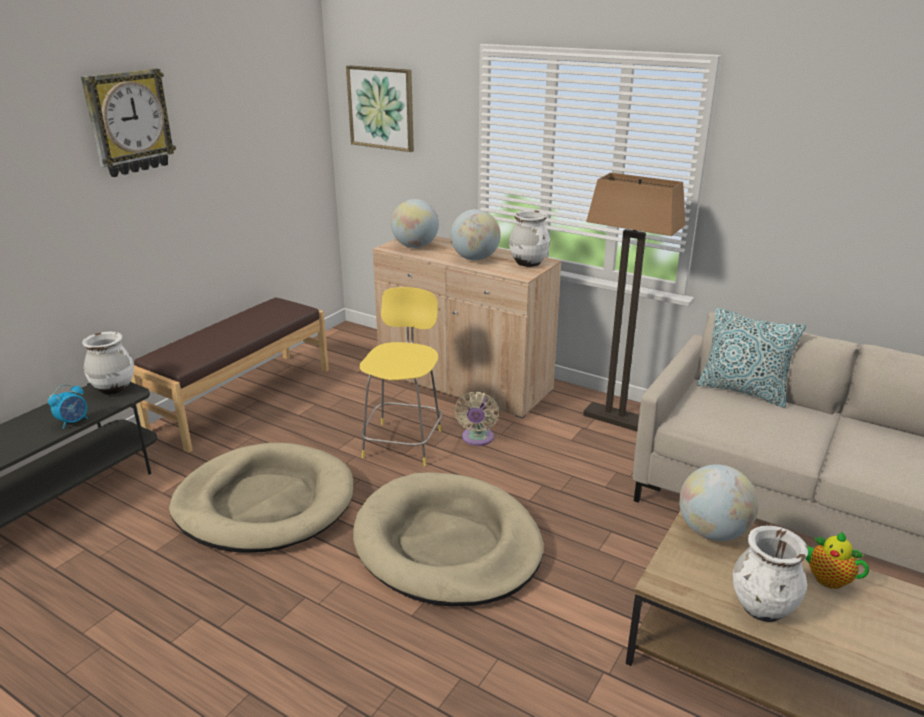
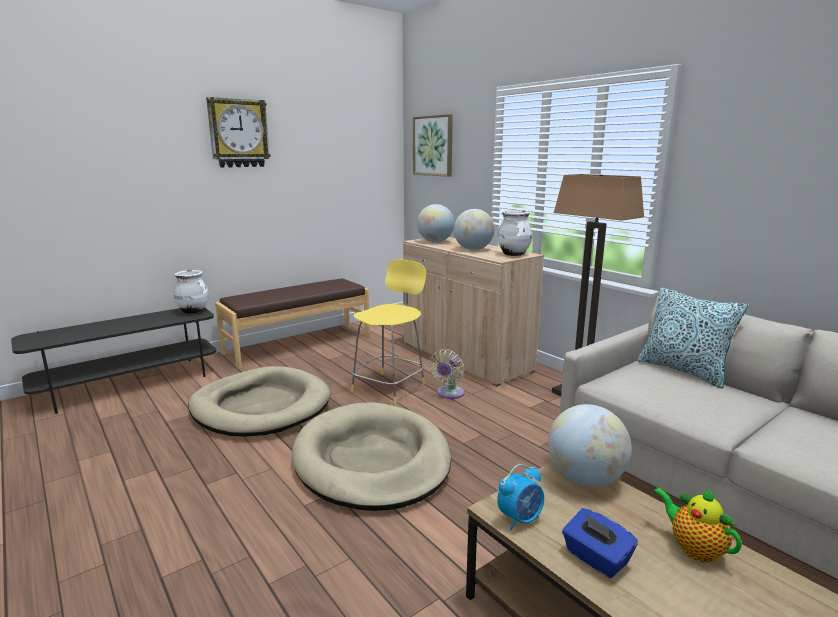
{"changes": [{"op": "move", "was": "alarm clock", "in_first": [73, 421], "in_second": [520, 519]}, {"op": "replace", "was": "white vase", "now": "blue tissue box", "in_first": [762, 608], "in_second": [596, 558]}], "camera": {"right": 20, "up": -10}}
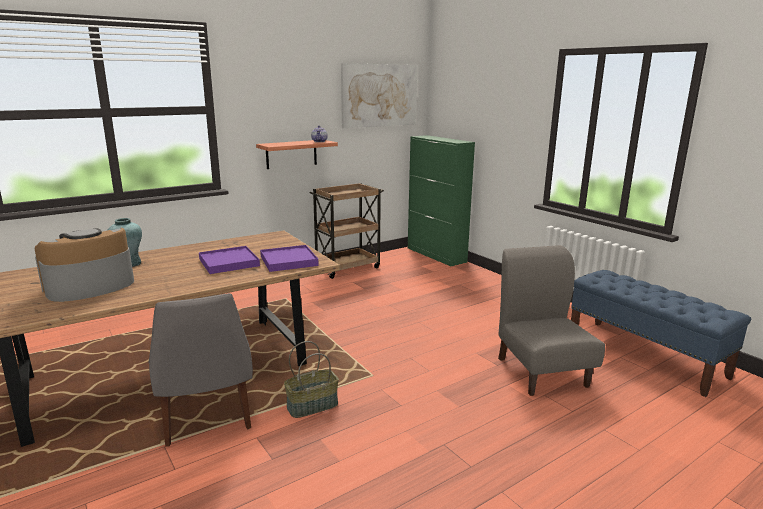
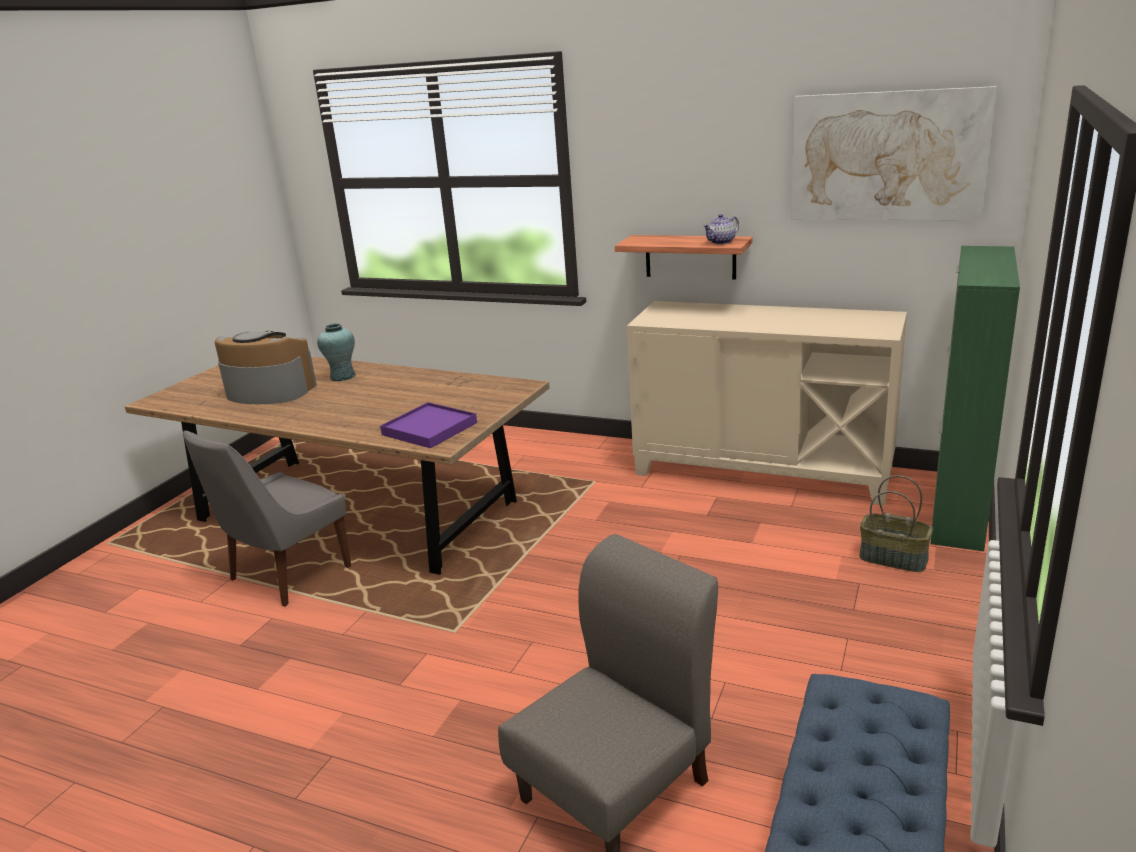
{"changes": [{"op": "delete", "was": "purple tray", "in_first": [228, 262]}, {"op": "move", "was": "basket", "in_first": [312, 405], "in_second": [894, 558]}, {"op": "replace", "was": "brown cart", "now": "beige cabinet", "in_first": [347, 267], "in_second": [762, 470]}], "camera": {"right": 60, "up": 5}}
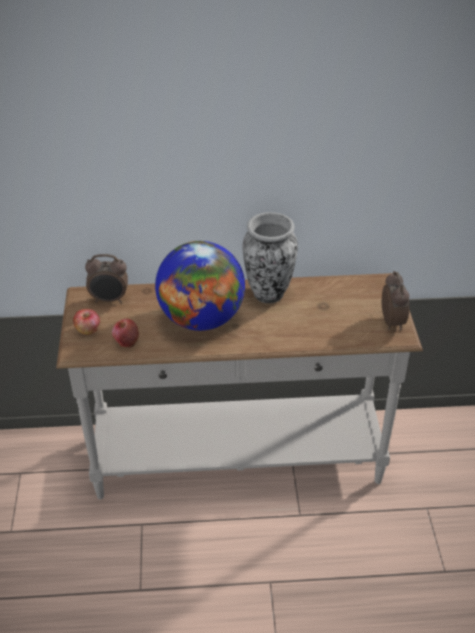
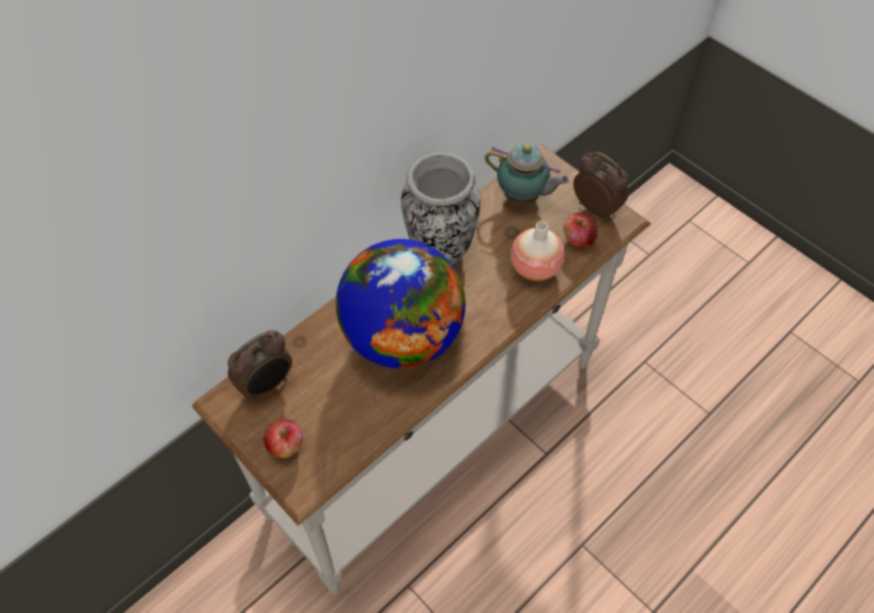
{"changes": [{"op": "insert", "now": "teapot", "in_second": [523, 198]}, {"op": "insert", "now": "vase", "in_second": [535, 268]}, {"op": "move", "was": "apple", "in_first": [126, 341], "in_second": [578, 239]}], "camera": {"right": -40, "up": 15}}
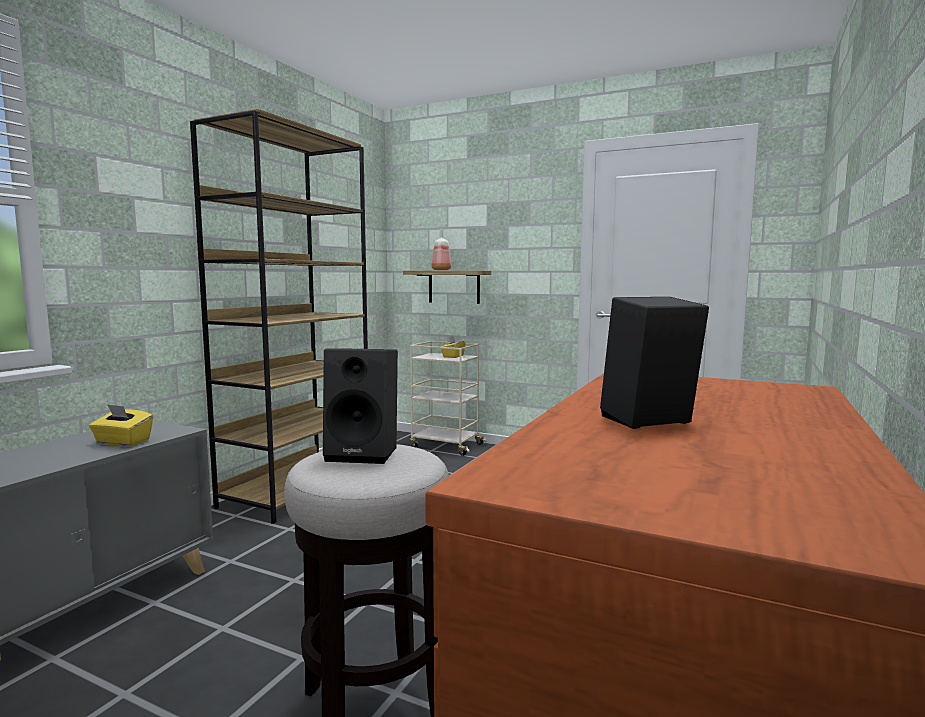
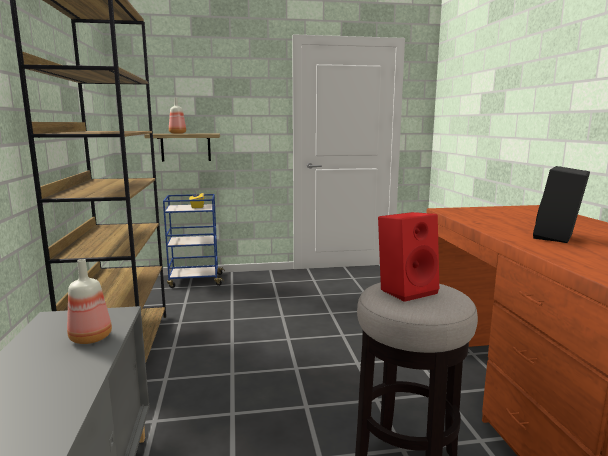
{"changes": [{"op": "replace", "was": "yellow tissue box", "now": "bottle", "in_first": [122, 442], "in_second": [92, 337]}, {"op": "recolor", "was": "black speaker", "now": "red speaker", "in_first": [365, 453], "in_second": [406, 290]}, {"op": "recolor", "was": "beige cart", "now": "blue cart", "in_first": [445, 446], "in_second": [195, 281]}], "camera": {"right": -35, "up": 5}}
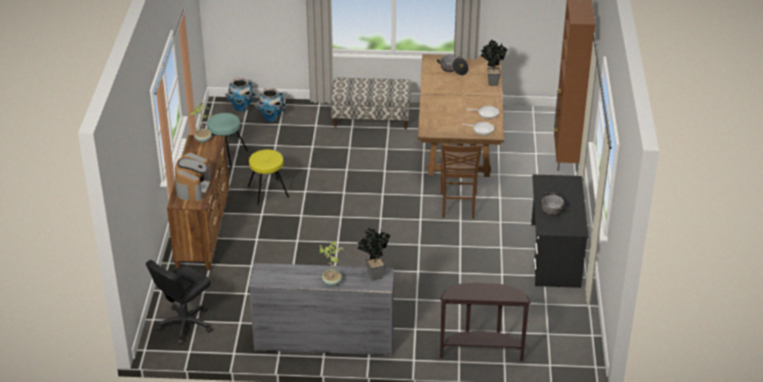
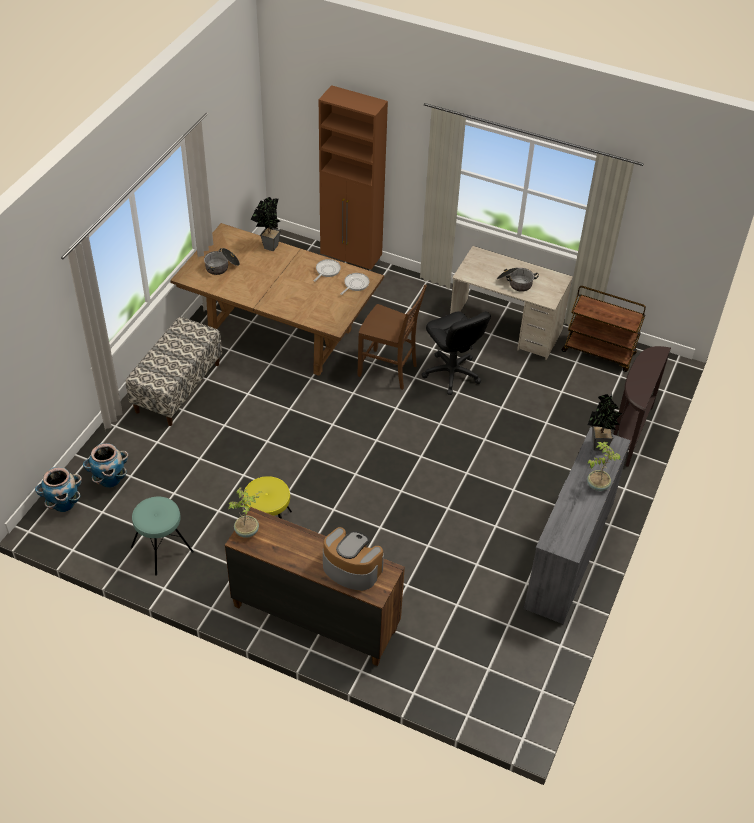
{"changes": [{"op": "insert", "now": "brown cart", "in_second": [599, 353]}, {"op": "move", "was": "black office chair", "in_first": [185, 324], "in_second": [451, 373]}, {"op": "recolor", "was": "black desk", "now": "beige desk", "in_first": [555, 255], "in_second": [505, 329]}], "camera": {"right": -70, "up": 10}}
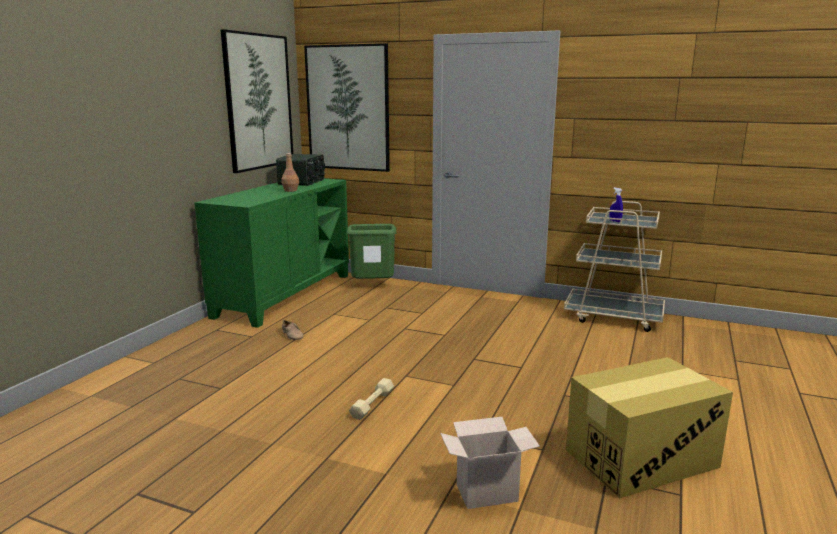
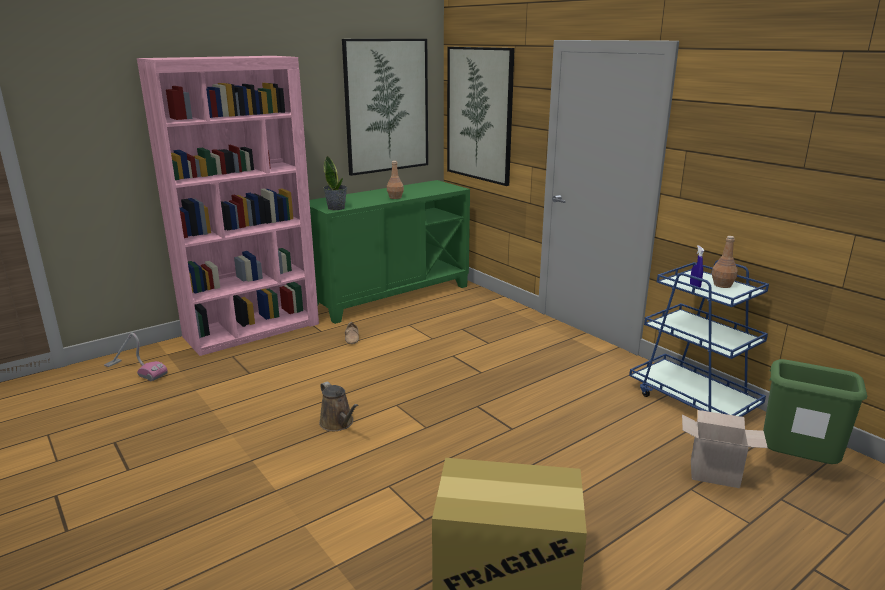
{"changes": [{"op": "delete", "was": "radio", "in_first": [302, 182]}, {"op": "insert", "now": "vacuum cleaner", "in_second": [135, 370]}, {"op": "insert", "now": "pink bookcase", "in_second": [252, 330]}, {"op": "insert", "now": "potted plant", "in_second": [336, 208]}, {"op": "insert", "now": "brown bottle", "in_second": [722, 285]}, {"op": "move", "was": "green trash can", "in_first": [373, 286], "in_second": [797, 464]}, {"op": "move", "was": "cardboard box", "in_first": [488, 492], "in_second": [716, 473]}, {"op": "replace", "was": "beige dumbbell", "now": "brown watering can", "in_first": [372, 404], "in_second": [338, 423]}, {"op": "recolor", "was": "beige cart", "now": "blue cart", "in_first": [614, 317], "in_second": [692, 400]}], "camera": {"right": 30, "up": 5}}
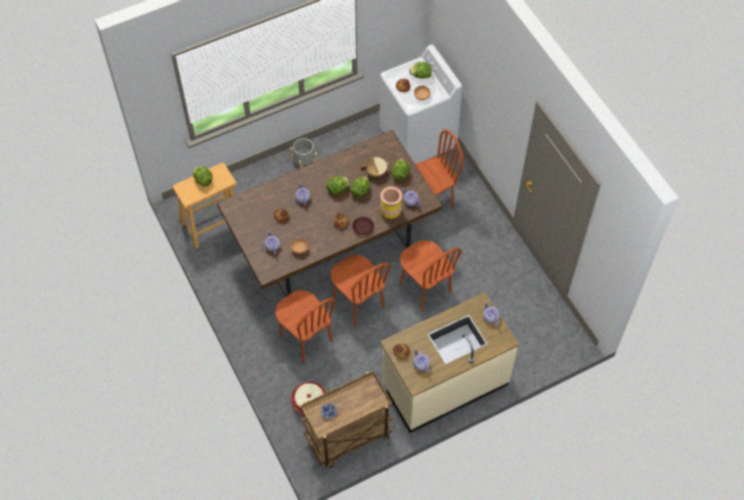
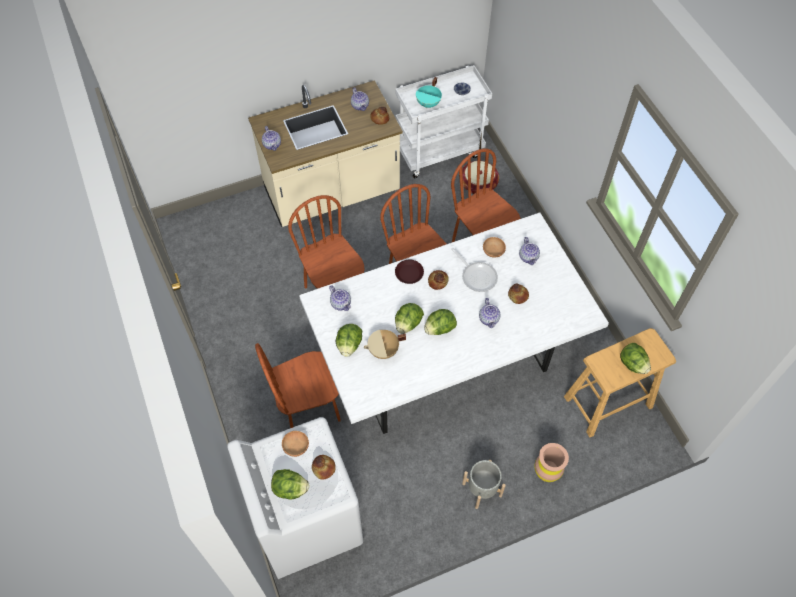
{"changes": [{"op": "insert", "now": "turquoise cooking pot", "in_second": [428, 104]}, {"op": "insert", "now": "frying pan", "in_second": [477, 276]}, {"op": "move", "was": "brown vase", "in_first": [390, 212], "in_second": [547, 471]}, {"op": "recolor", "was": "brown dining table", "now": "white dining table", "in_first": [331, 246], "in_second": [447, 358]}, {"op": "recolor", "was": "brown cart", "now": "white cart", "in_first": [347, 438], "in_second": [439, 151]}], "camera": {"right": -175, "up": 0}}
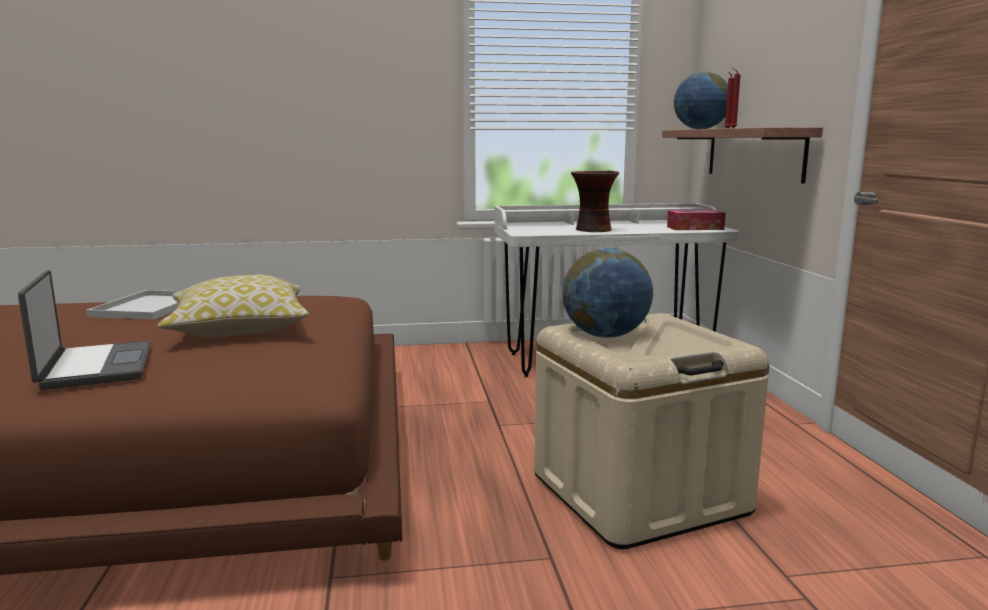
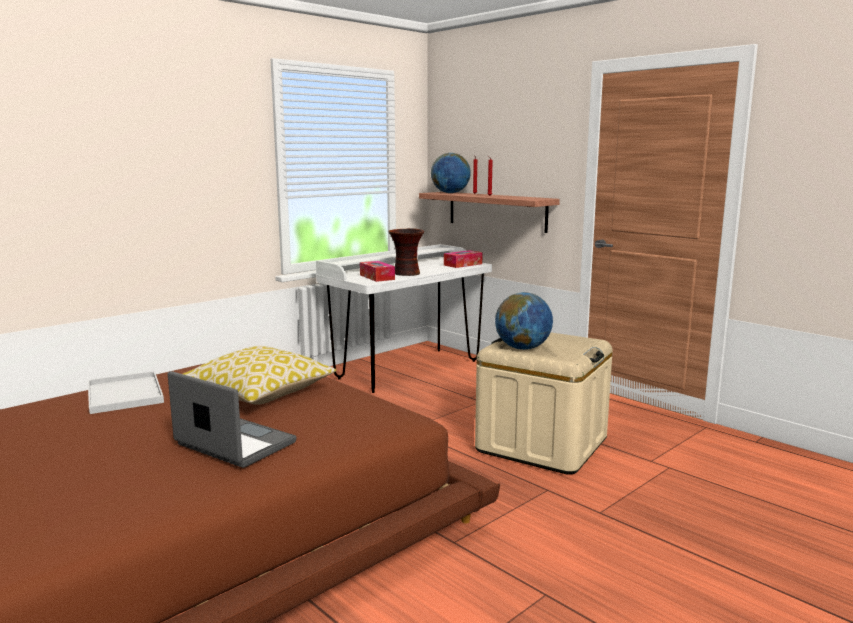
{"changes": [{"op": "insert", "now": "tissue box", "in_second": [377, 277]}], "camera": {"right": -35, "up": 0}}
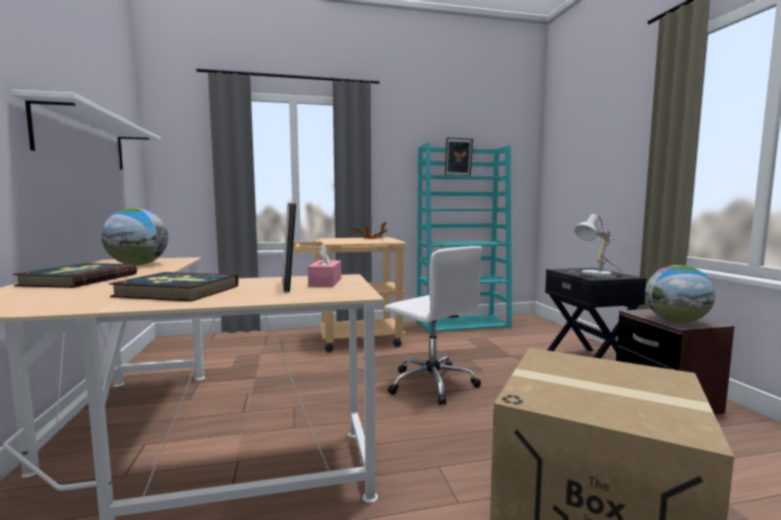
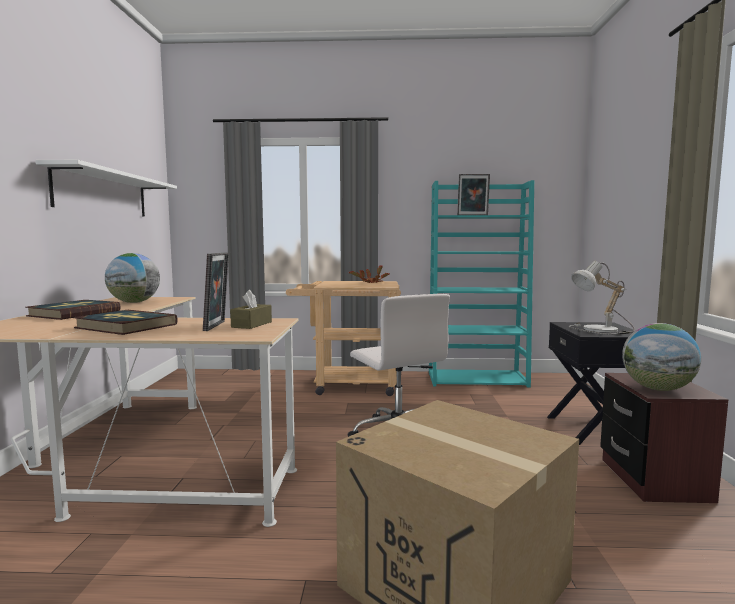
{"changes": [{"op": "recolor", "was": "pink tissue box", "now": "brown tissue box", "in_first": [325, 282], "in_second": [252, 324]}], "camera": {"right": 15, "up": 0}}
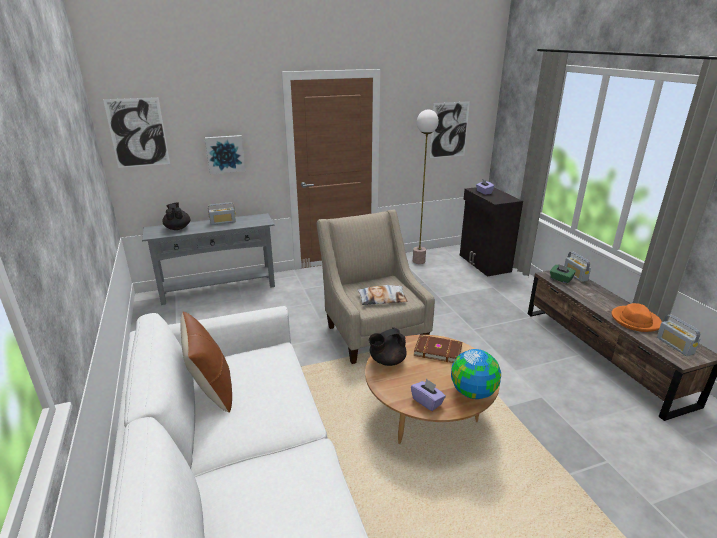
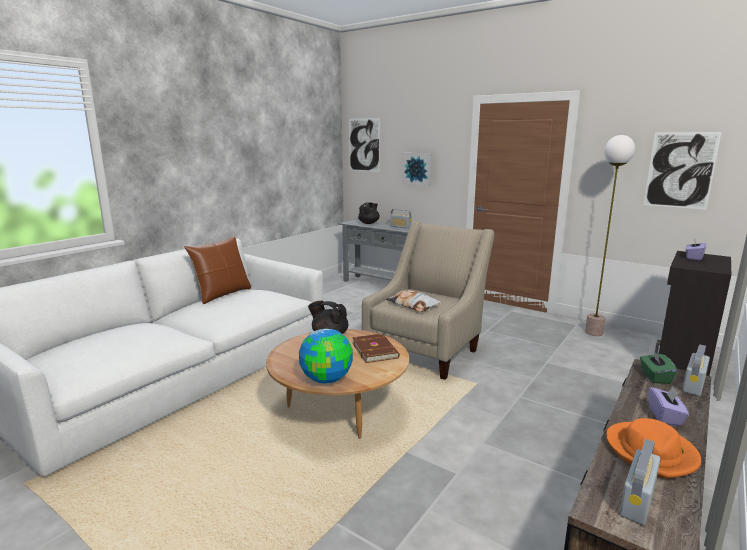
{"changes": [{"op": "move", "was": "purple tissue box", "in_first": [427, 402], "in_second": [665, 416]}], "camera": {"right": 55, "up": -10}}
